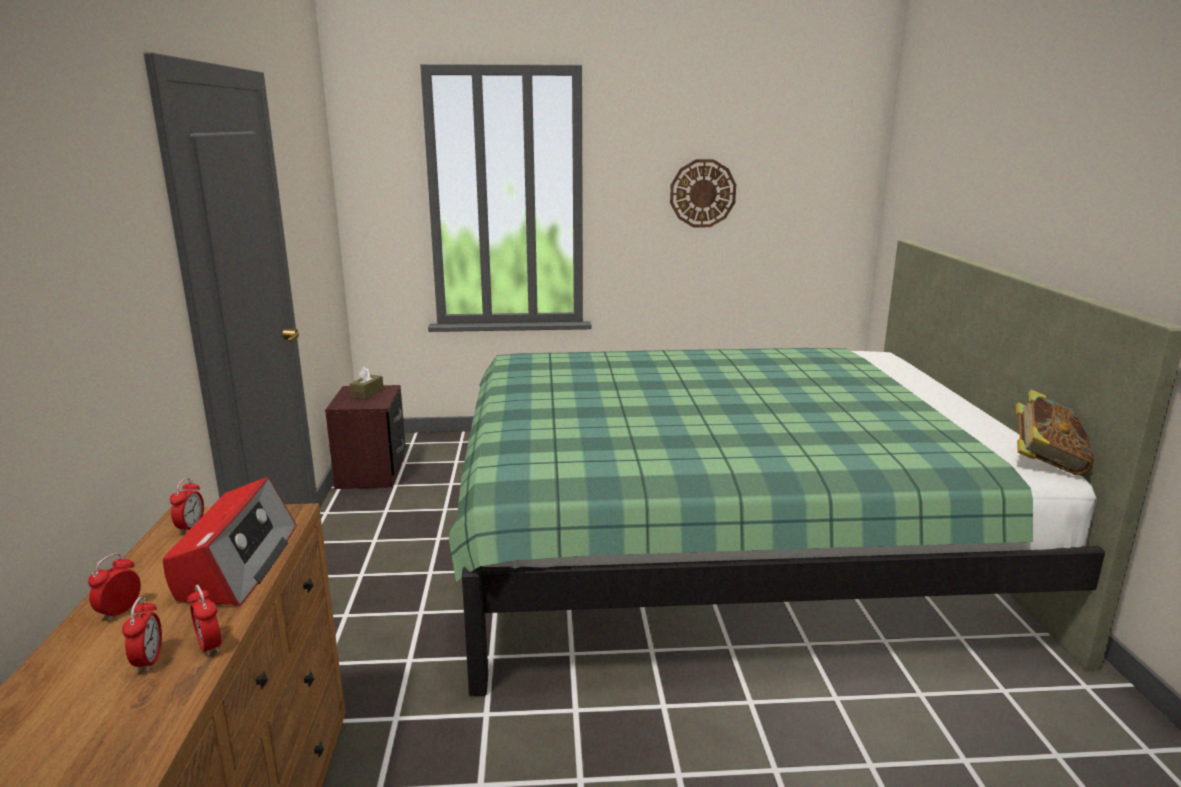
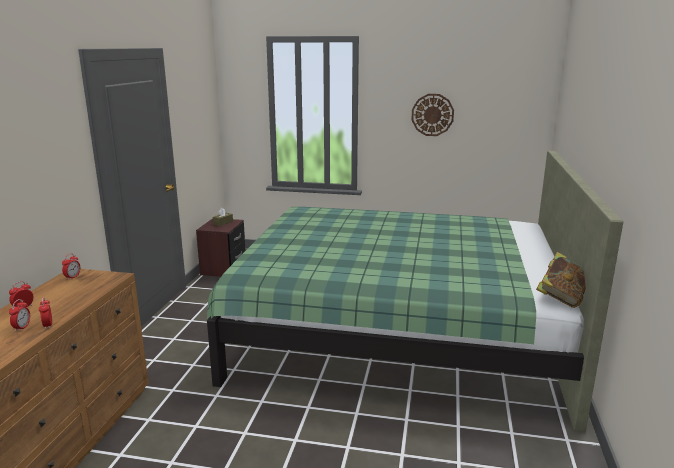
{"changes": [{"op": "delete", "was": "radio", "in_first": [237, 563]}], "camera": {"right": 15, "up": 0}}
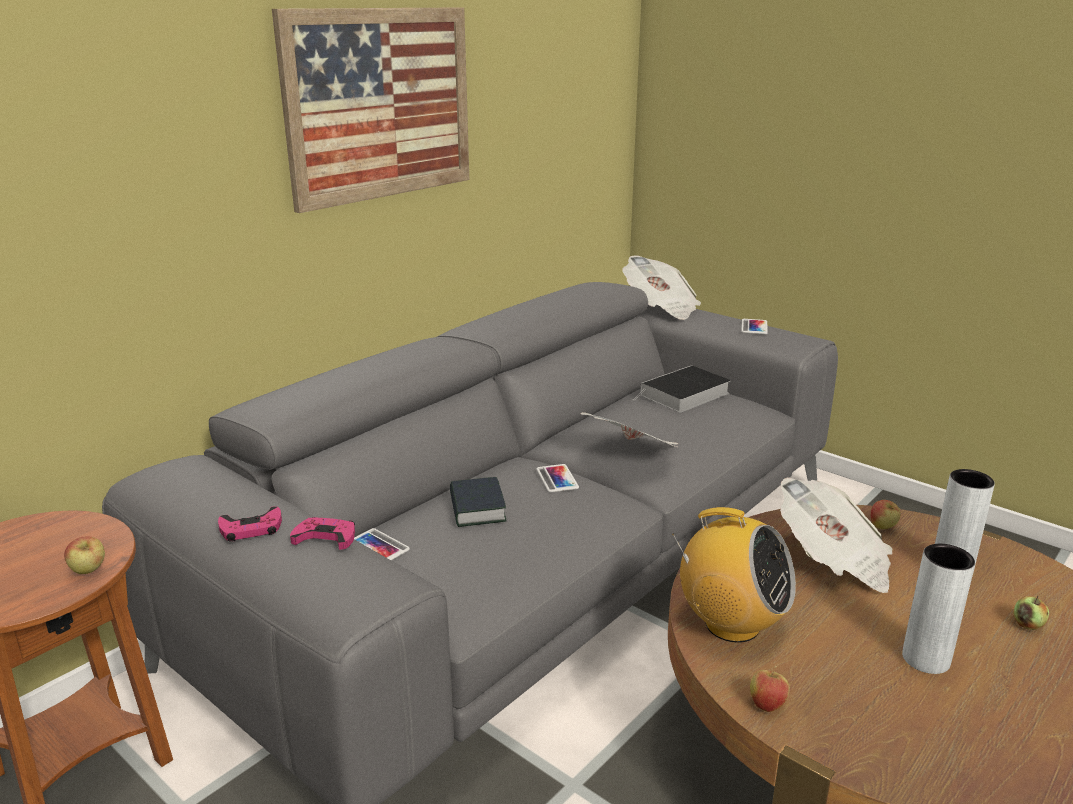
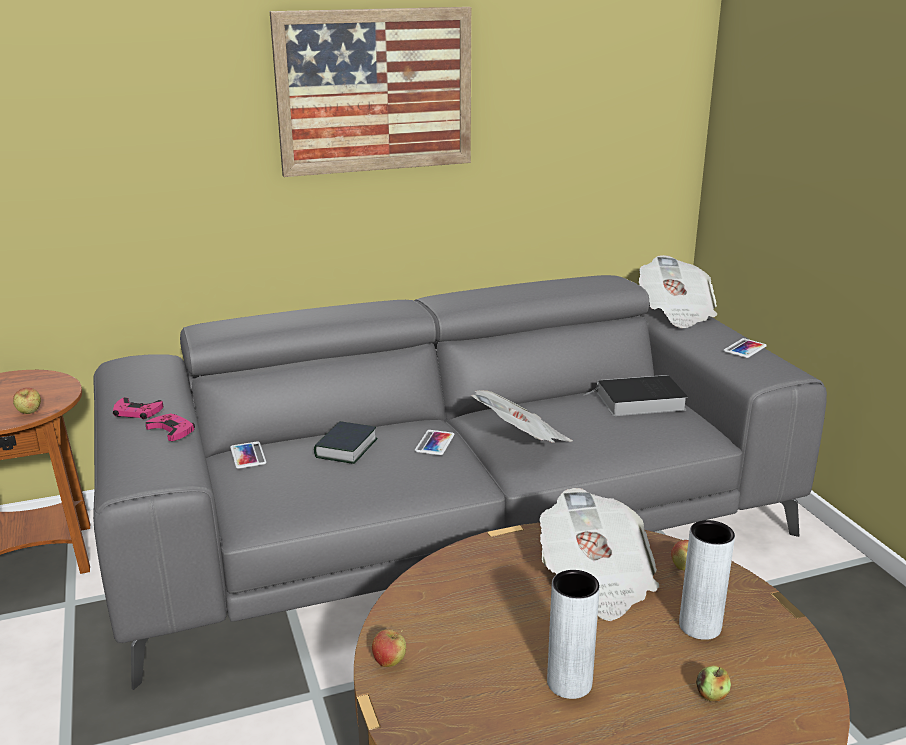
{"changes": [{"op": "delete", "was": "radio", "in_first": [731, 625]}], "camera": {"right": 30, "up": 0}}
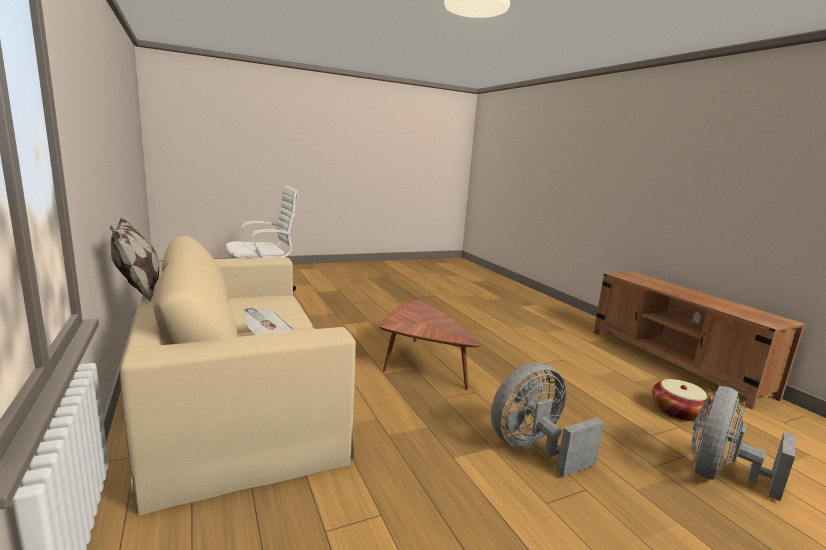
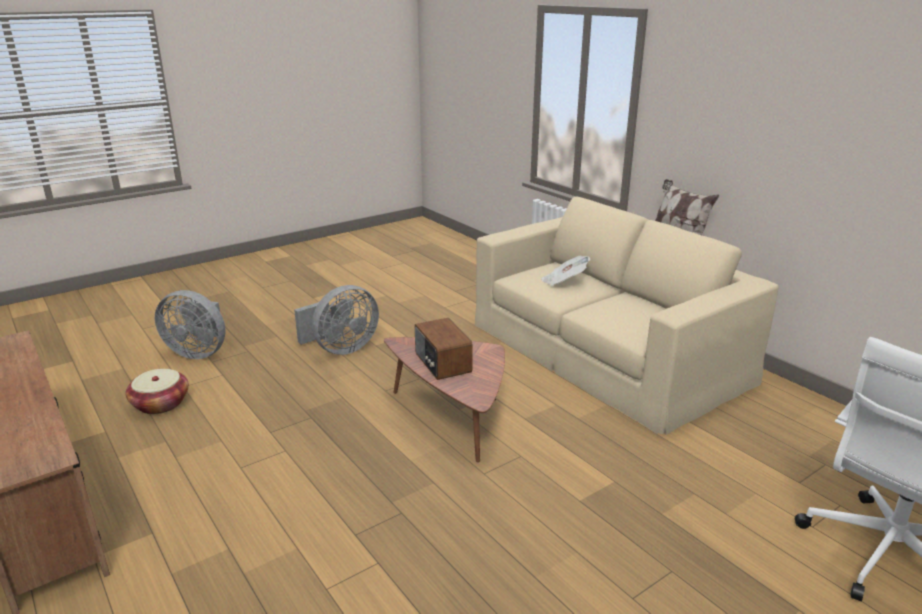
{"changes": [{"op": "insert", "now": "radio", "in_second": [442, 363]}, {"op": "rotate", "was": "grey fan", "in_first": [720, 475], "in_second": [199, 352], "clockwise": 75}], "camera": {"right": 170, "up": 10}}
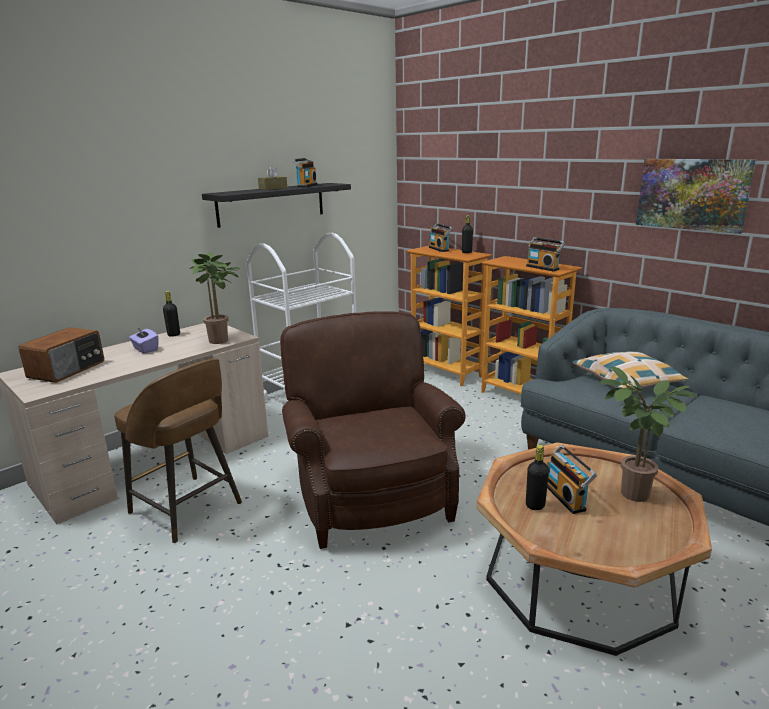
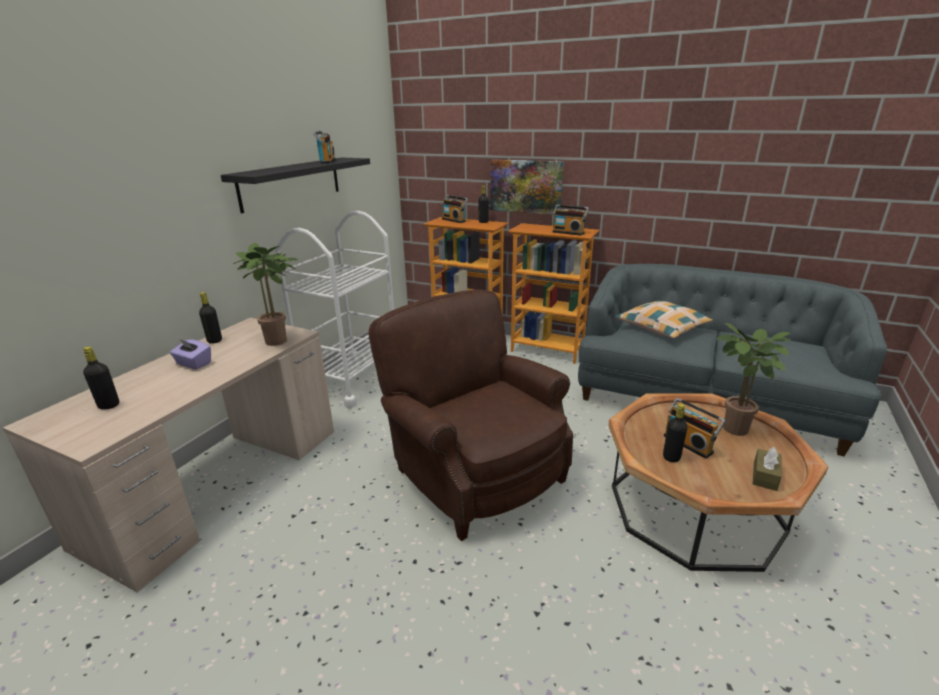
{"changes": [{"op": "delete", "was": "brown stool", "in_first": [187, 509]}, {"op": "move", "was": "brown tissue box", "in_first": [273, 188], "in_second": [765, 476]}, {"op": "move", "was": "picture", "in_first": [692, 194], "in_second": [526, 186]}, {"op": "replace", "was": "radio", "now": "black bottle", "in_first": [68, 369], "in_second": [109, 405]}], "camera": {"right": -20, "up": 5}}
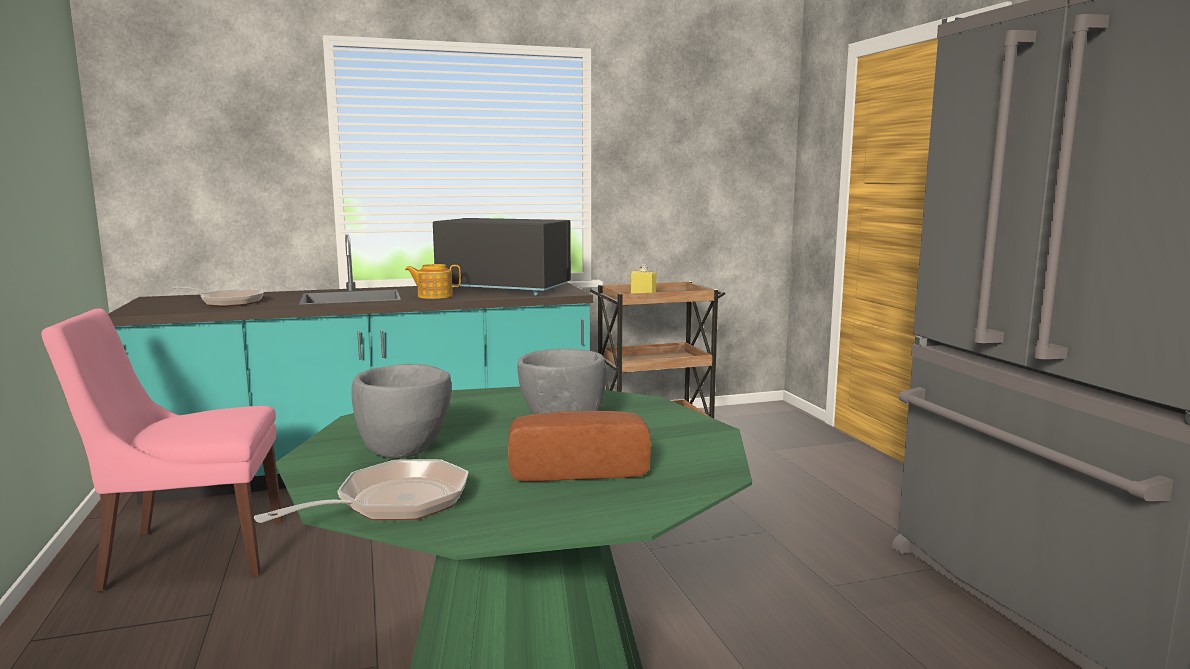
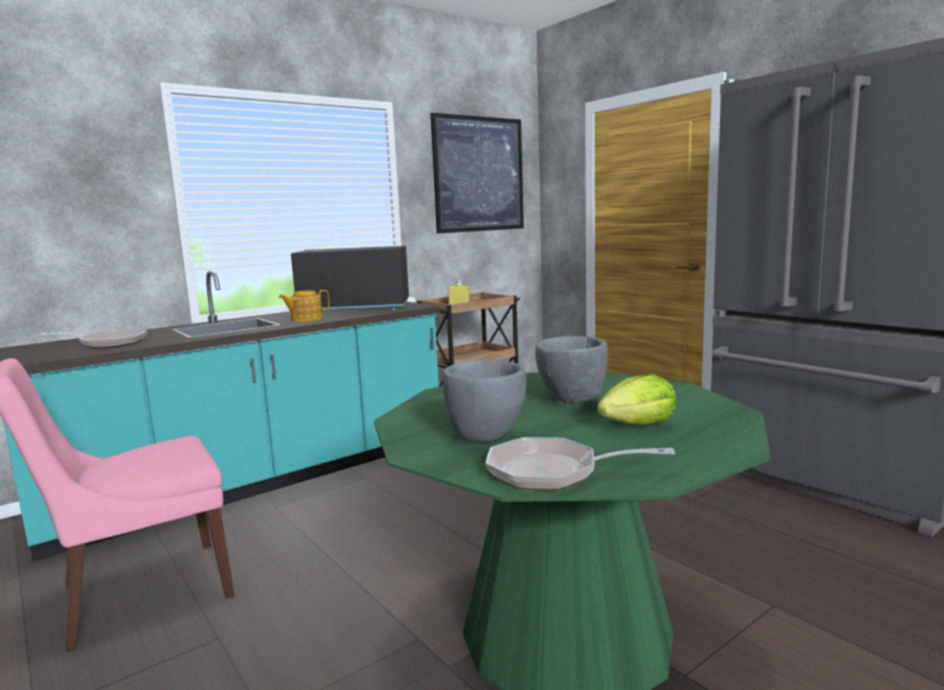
{"changes": [{"op": "insert", "now": "picture", "in_second": [479, 174]}, {"op": "replace", "was": "bread", "now": "lettuce", "in_first": [577, 469], "in_second": [638, 425]}, {"op": "rotate", "was": "frying pan", "in_first": [393, 503], "in_second": [552, 472], "clockwise": -105}], "camera": {"right": -20, "up": 0}}
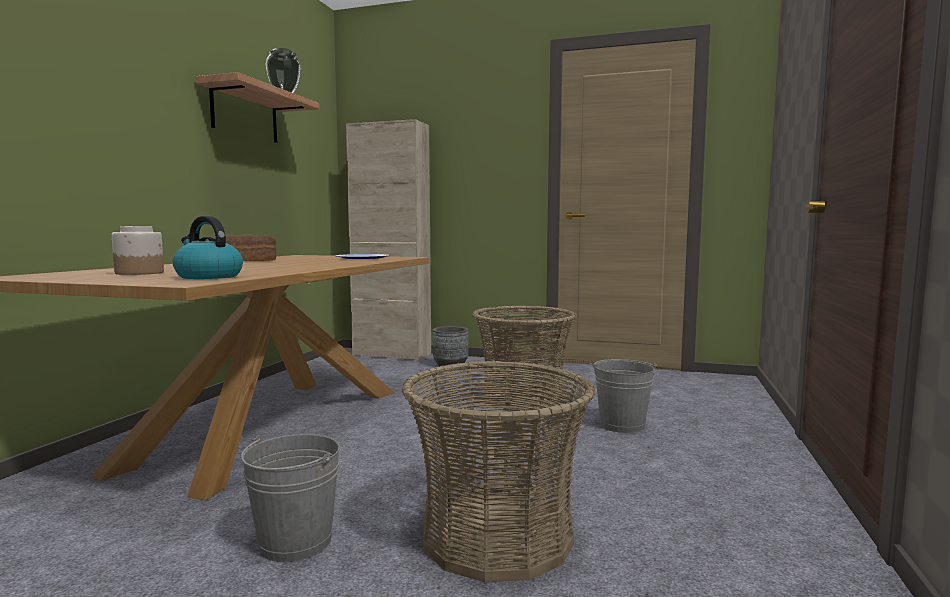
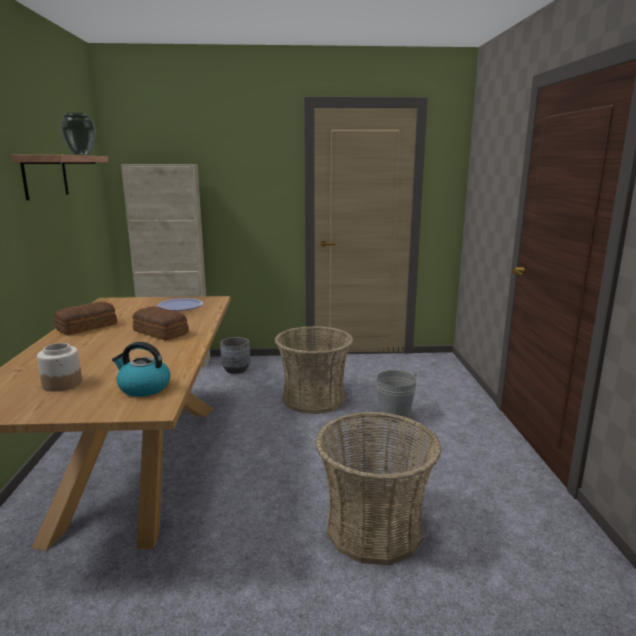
{"changes": [{"op": "delete", "was": "grey bucket", "in_first": [295, 542]}, {"op": "insert", "now": "bread", "in_second": [160, 333]}], "camera": {"right": -20, "up": 10}}
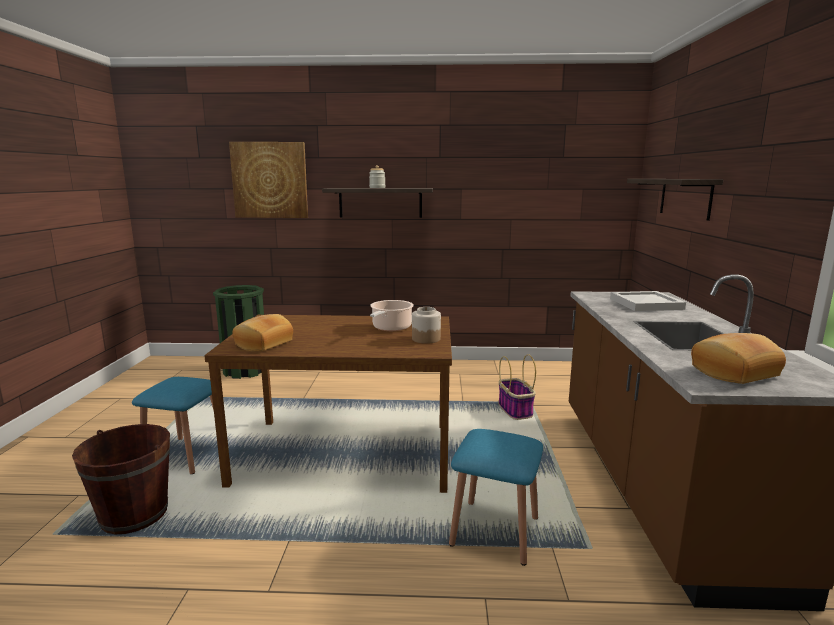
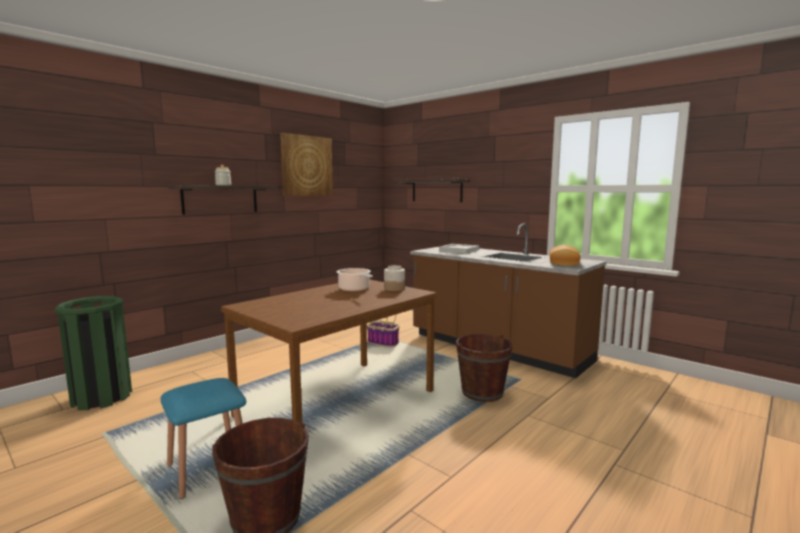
{"changes": [{"op": "delete", "was": "bread", "in_first": [263, 343]}, {"op": "move", "was": "picture", "in_first": [270, 180], "in_second": [306, 166]}, {"op": "replace", "was": "blue stool", "now": "brown bucket", "in_first": [495, 531], "in_second": [482, 392]}], "camera": {"right": -50, "up": -5}}
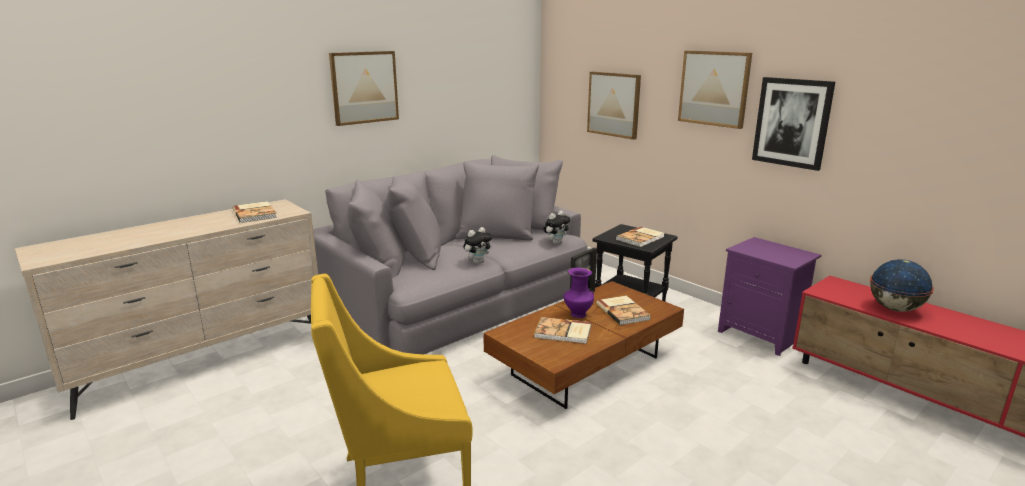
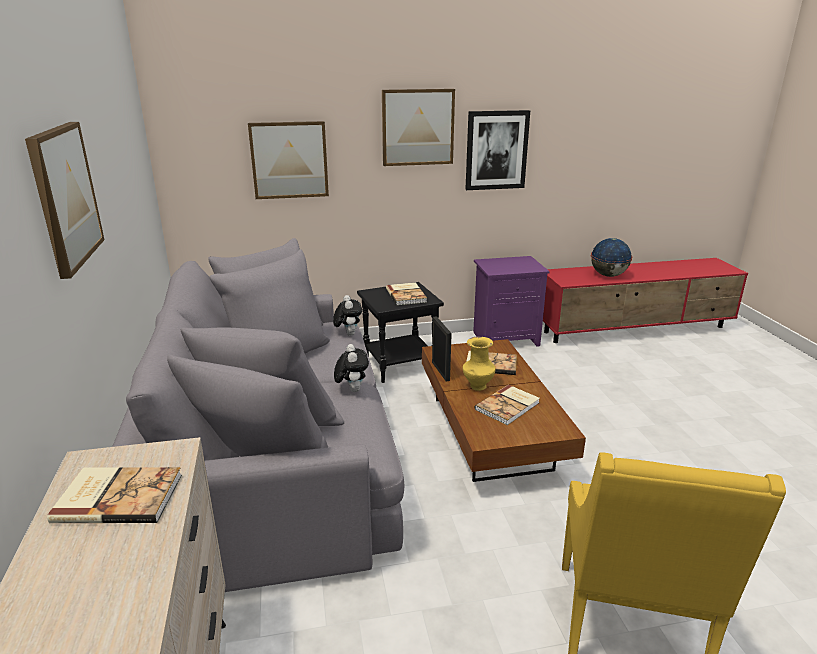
{"changes": [{"op": "recolor", "was": "purple vase", "now": "yellow vase", "in_first": [577, 314], "in_second": [477, 387]}], "camera": {"right": -60, "up": 5}}
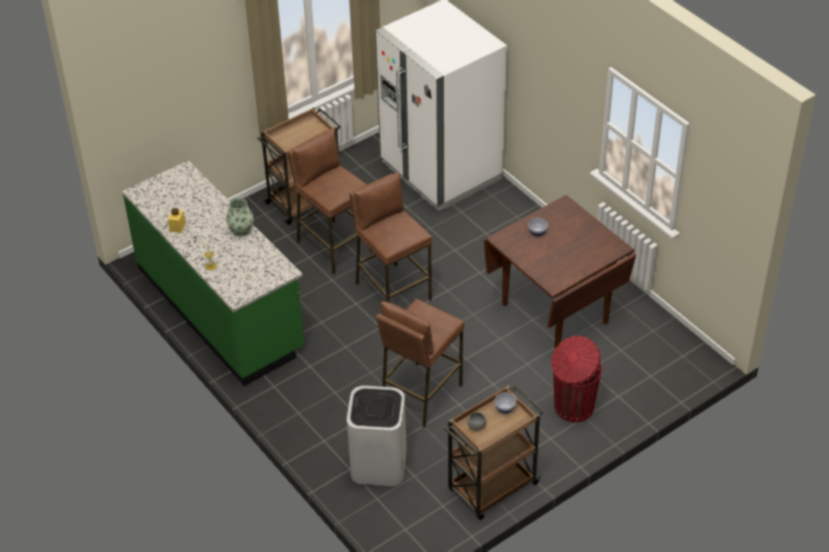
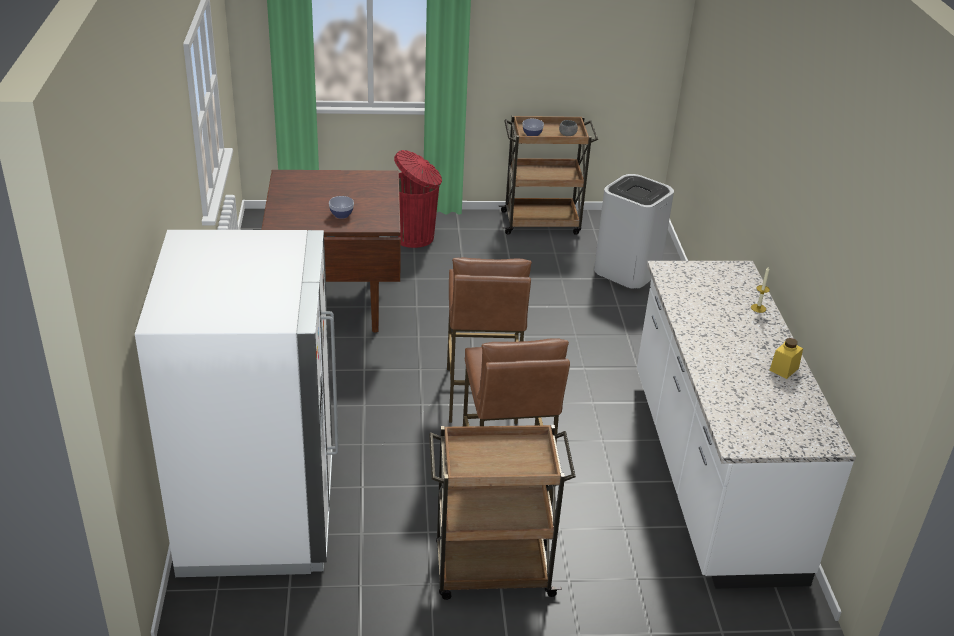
{"changes": [{"op": "delete", "was": "vase", "in_first": [241, 230]}, {"op": "delete", "was": "brown stool", "in_first": [420, 395]}, {"op": "recolor", "was": "green counter", "now": "white counter", "in_first": [221, 309], "in_second": [710, 472]}], "camera": {"right": -150, "up": -10}}
